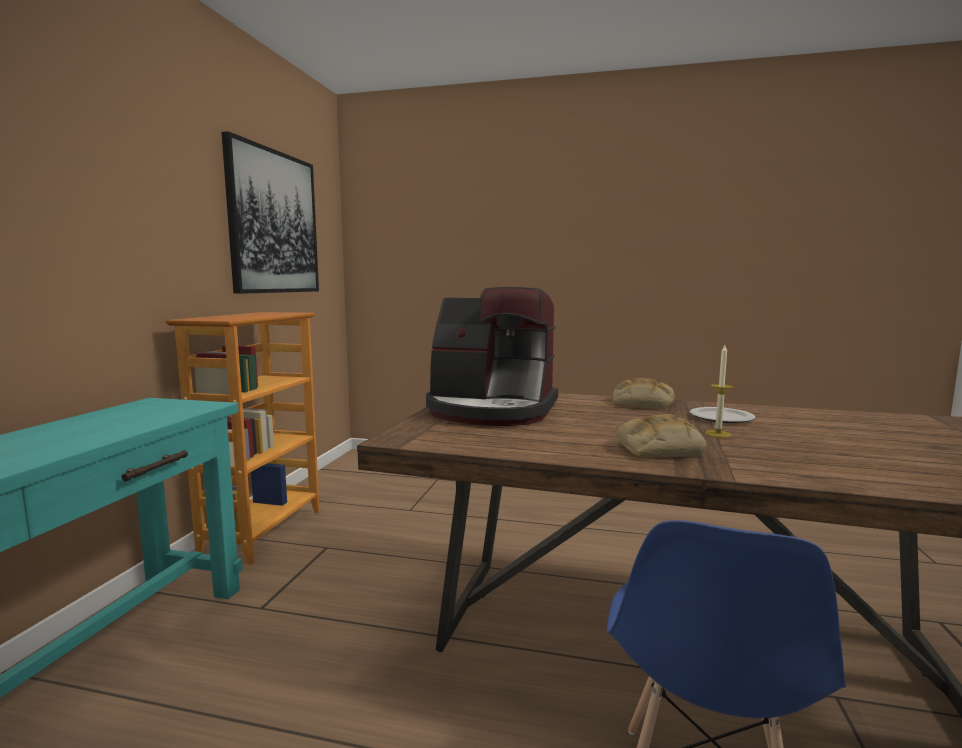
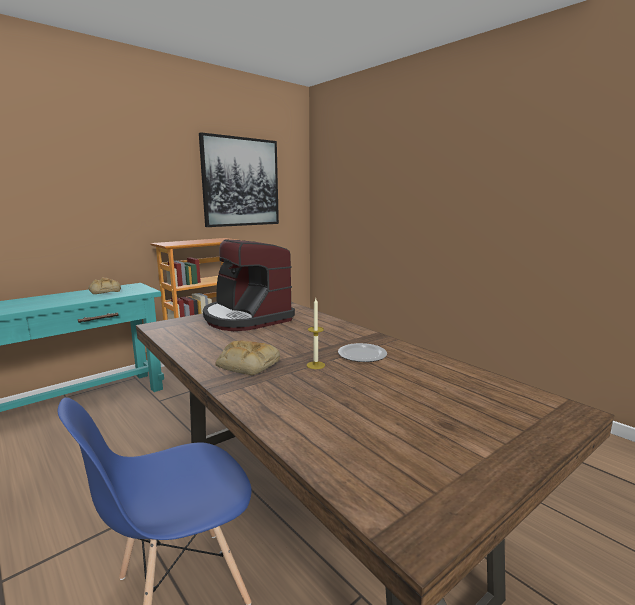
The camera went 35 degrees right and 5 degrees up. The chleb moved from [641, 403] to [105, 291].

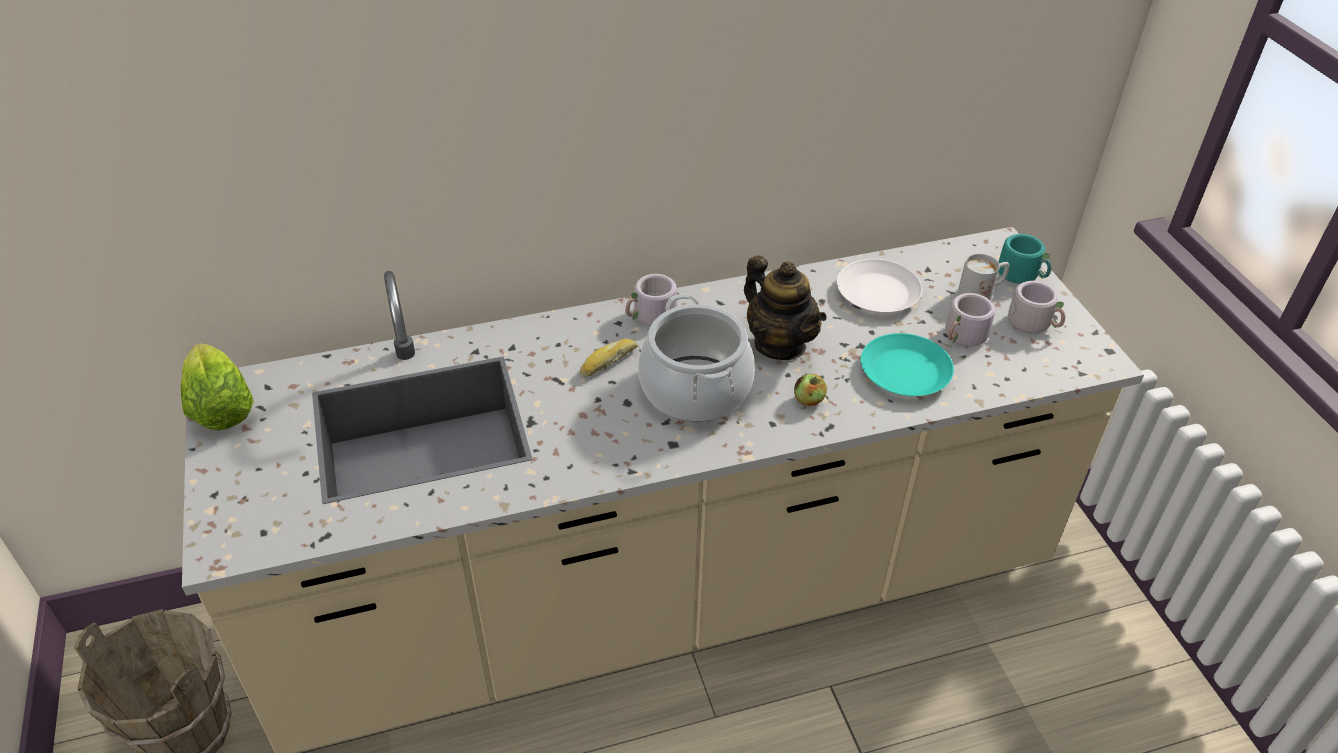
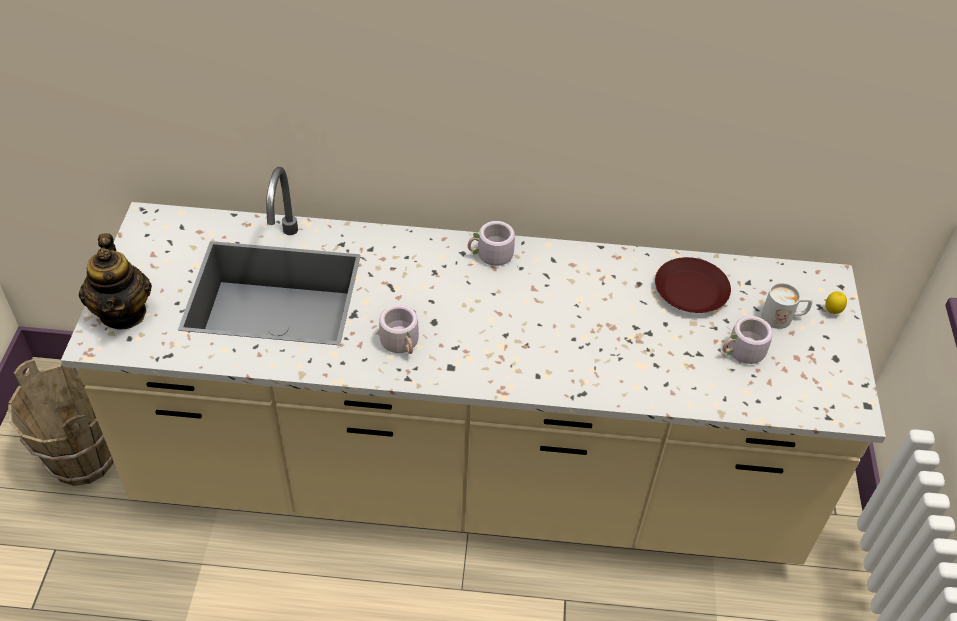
The camera went 20 degrees right and 5 degrees up. The sałata at [220, 409] disappeared. The chleb at [607, 362] disappeared. The garnek at [695, 389] disappeared. The imbryk moved from [780, 344] to [123, 312]. The jabłko at [809, 400] disappeared. The talerz [biały] at [878, 294] became the talerz [brązowy] at [691, 292]. The talerz [turkusowy] at [904, 372] disappeared. The kubek [turkusowy] at [1022, 274] was replaced by the cytryna at [832, 312]. The kubek [szary] moved from [1034, 323] to [403, 343].

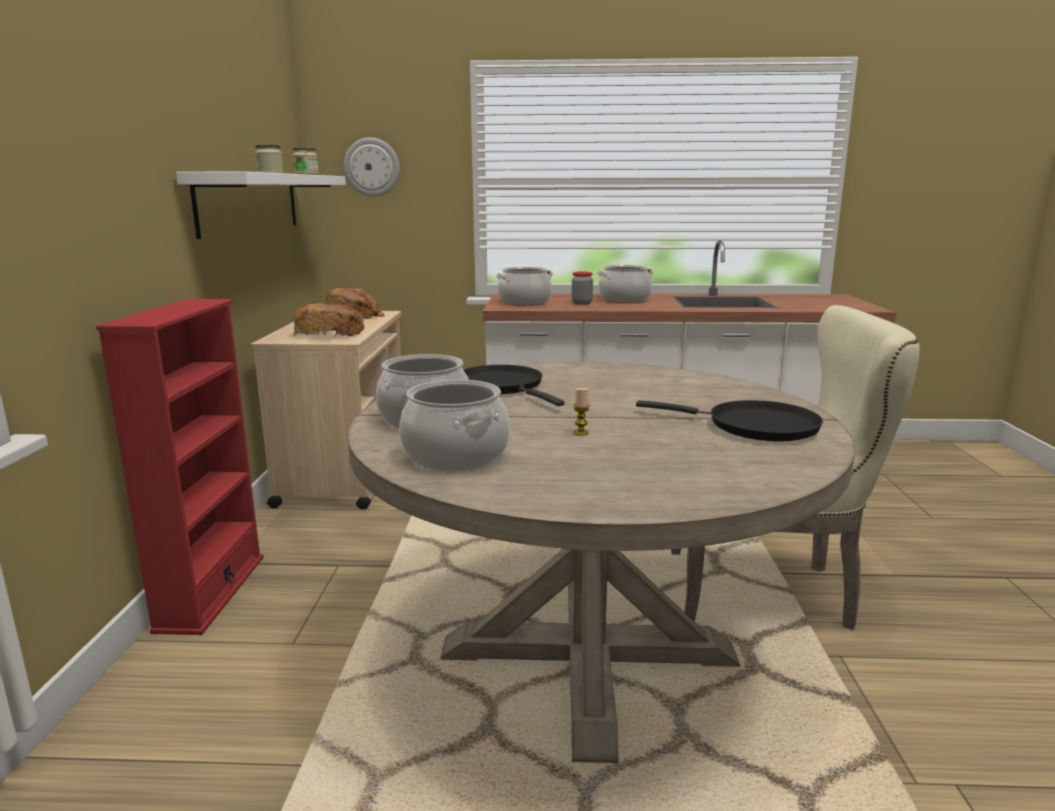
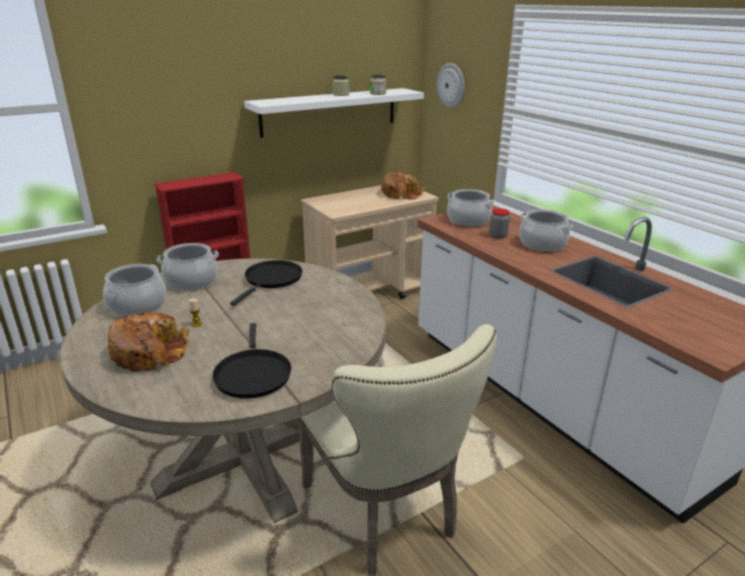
The camera went 55 degrees right and 10 degrees up. The chleb moved from [329, 334] to [150, 352].

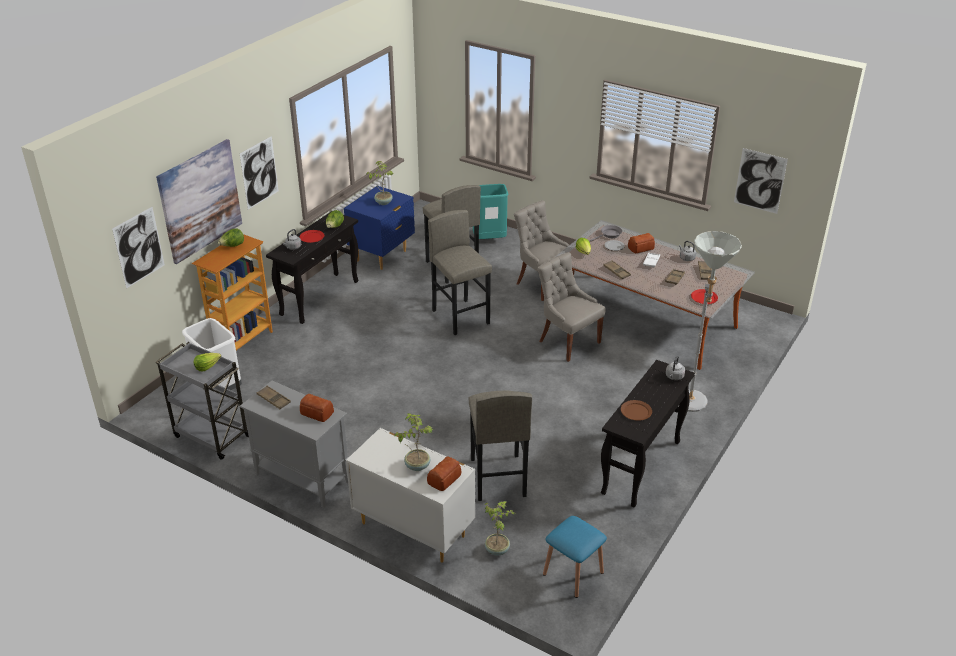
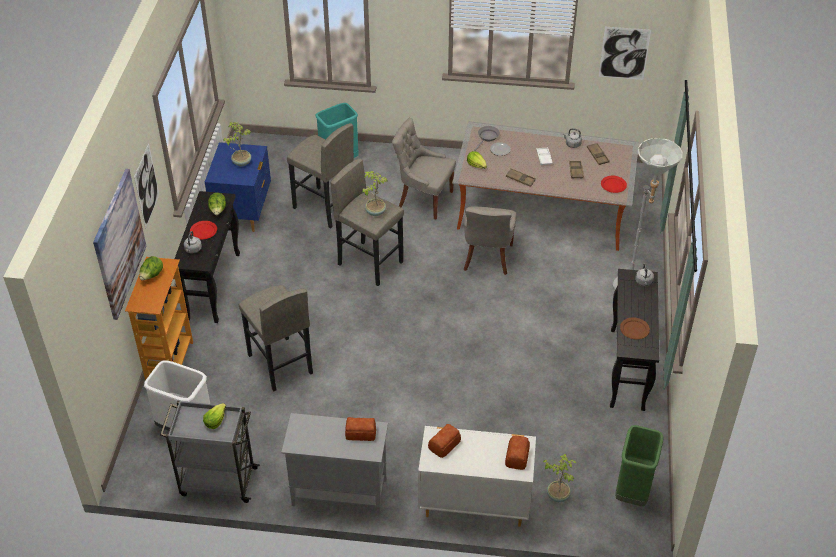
The camera went 25 degrees left and 10 degrees up. The obraz at [139, 247] disappeared. The taca [brązowy] at [273, 399] disappeared. The roślina doniczkowa moved from [417, 465] to [375, 212]. The stołek [szary] moved from [497, 477] to [280, 364]. The krzesło [szary] at [567, 341] turned 105 degrees counterclockwise. The stołek [niebieski] at [573, 573] was replaced by the kosz na śmieci [zielony] at [632, 493]. The chleb moved from [641, 248] to [445, 444].

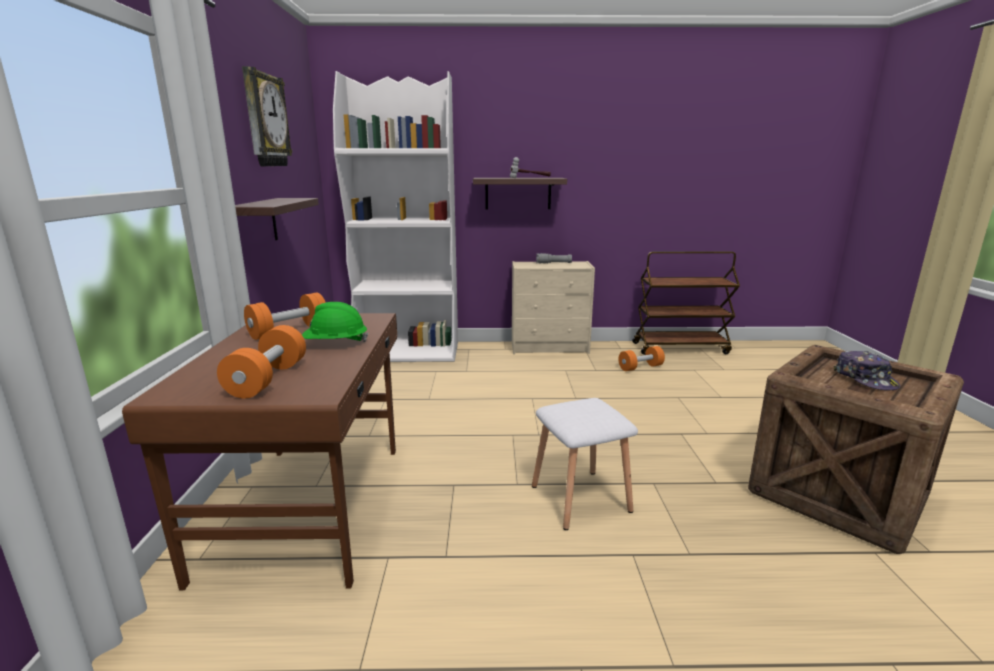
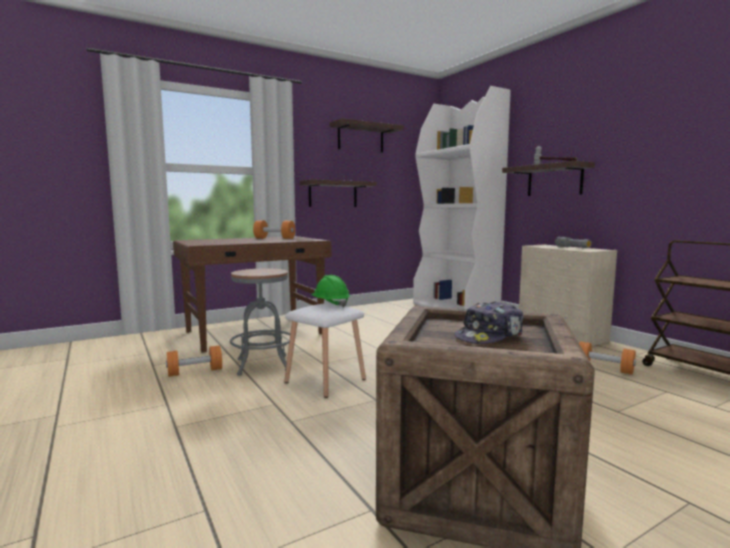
The camera went 60 degrees right and 10 degrees down. The hantel [pomarańczowy] moved from [268, 379] to [195, 372]. The zegar ścienny at [265, 120] was replaced by the półka at [360, 138]. The kask [zielony] moved from [335, 344] to [330, 304]. The stołek [szary] at [263, 365] appeared.

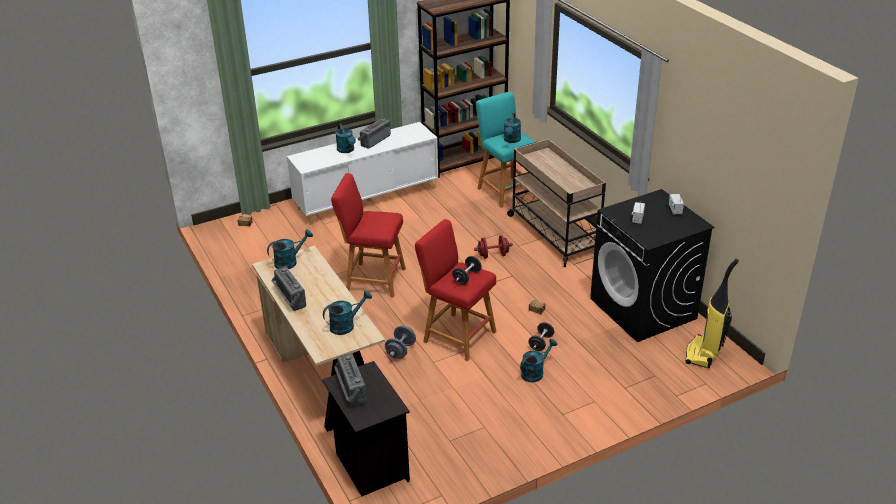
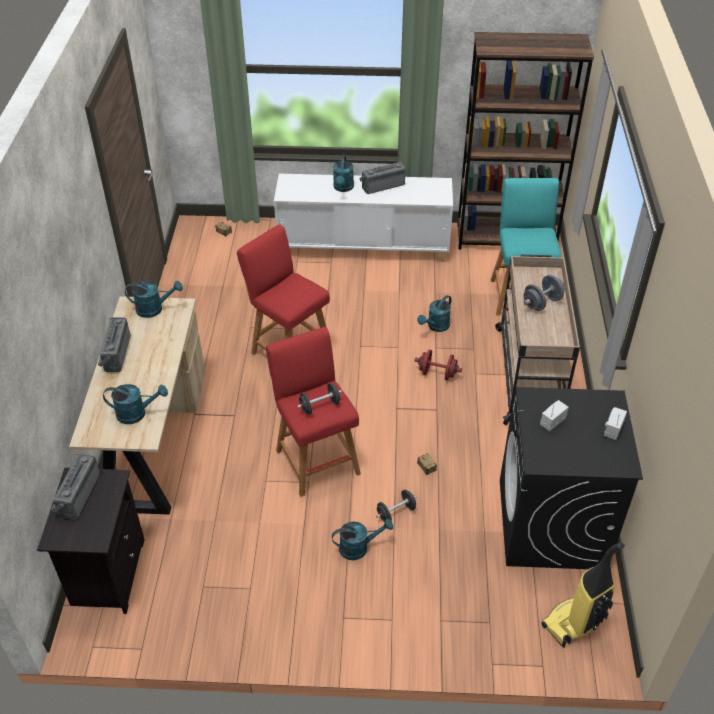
The camera went 30 degrees right and 10 degrees up. The hantel [szary] moved from [400, 351] to [542, 303]. The konewka [turkusowy] moved from [511, 140] to [436, 327].

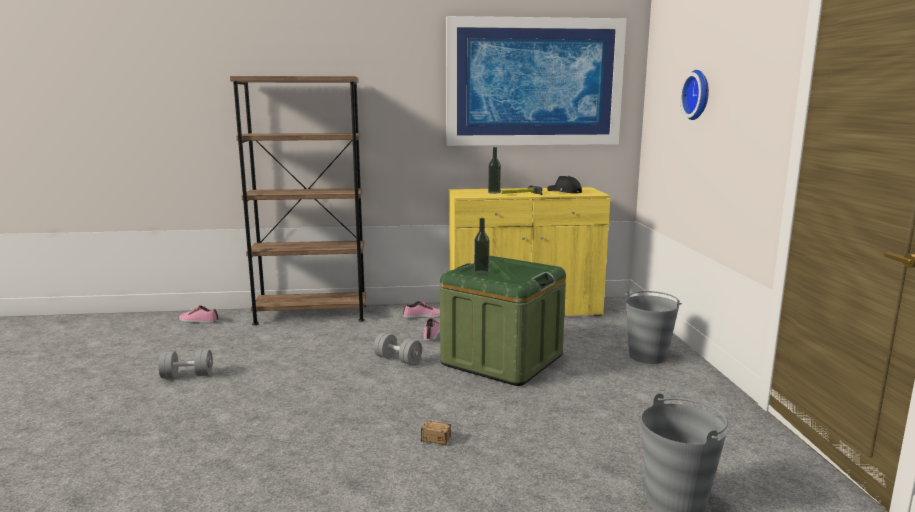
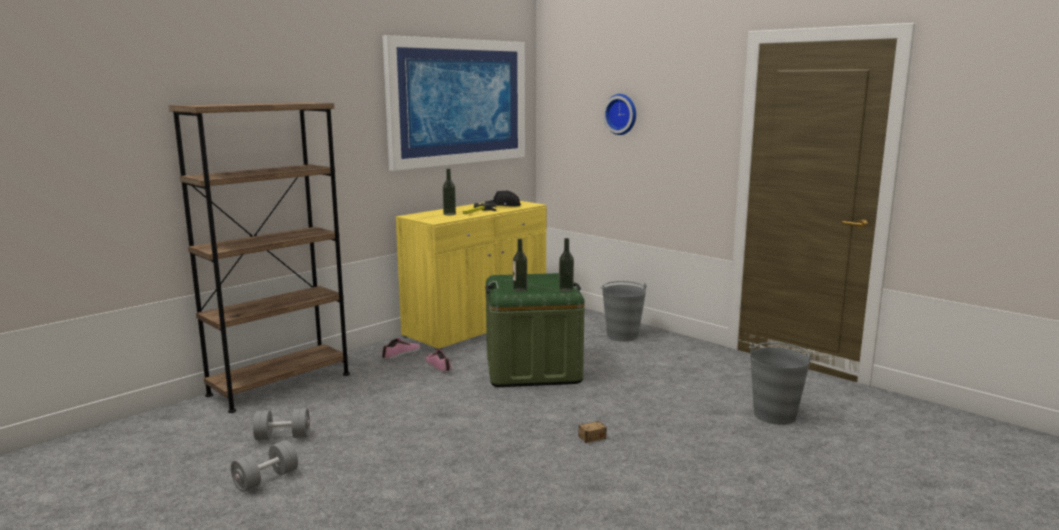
The camera went 40 degrees left and 0 degrees up. The but at [199, 320] disappeared. The hantel [szary] moved from [398, 359] to [283, 437]. The butelka at [566, 290] appeared.

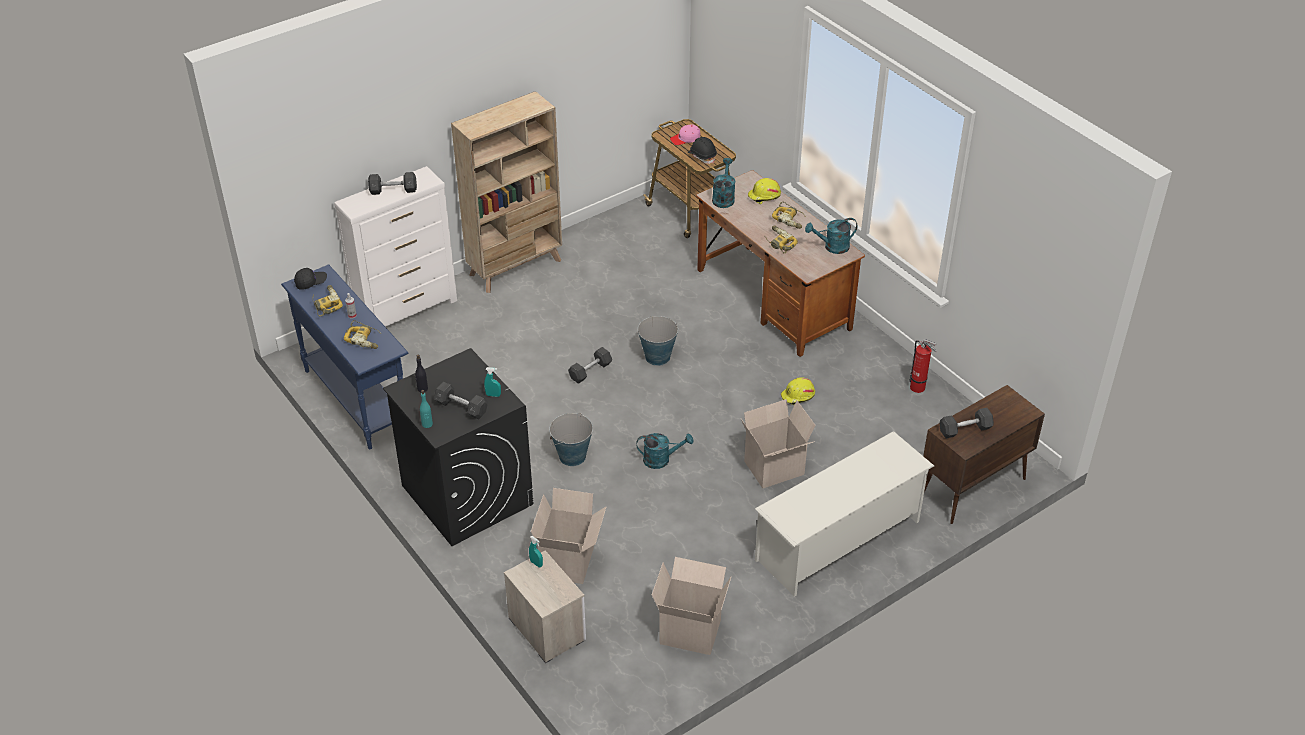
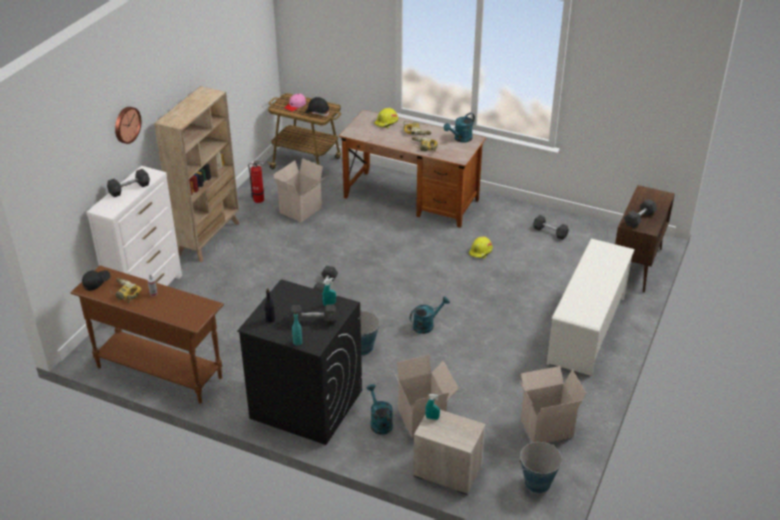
The camera went 30 degrees left and 5 degrees down. The stolik konsolowy [niebieski] at [356, 399] became the stolik konsolowy [brązowy] at [159, 372]. The wiertarka at [364, 339] disappeared. The wiadro moved from [657, 357] to [537, 483]. The konewka [turkusowy] moved from [723, 197] to [379, 422]. The karton moved from [774, 469] to [301, 211]. The gaśnica moved from [919, 388] to [260, 200]. The zegar ścienny at [126, 124] appeared. The hantel [szary] at [550, 232] appeared.

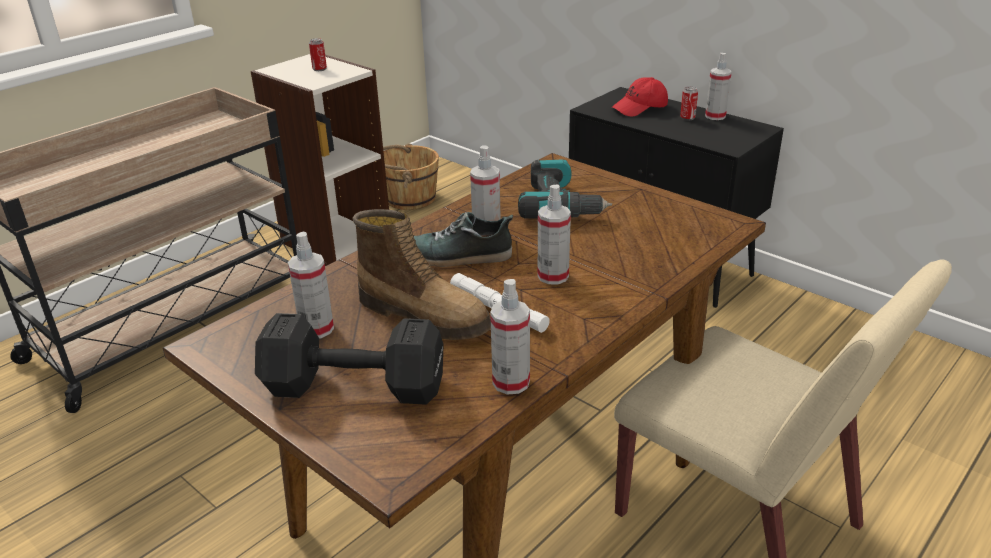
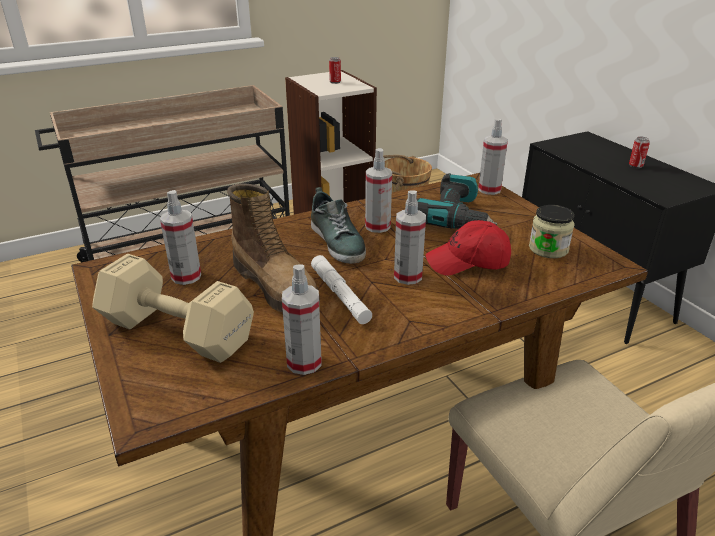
The camera went 20 degrees right and 0 degrees up. The hantel [czarny] at [351, 386] became the hantel [beżowy] at [175, 330]. The but at [456, 256] turned 135 degrees counterclockwise. The czapka z daszkiem [czerwony] moved from [640, 108] to [468, 262]. The spryskiwacz moved from [715, 116] to [489, 189]. The słoik at [548, 249] appeared.

